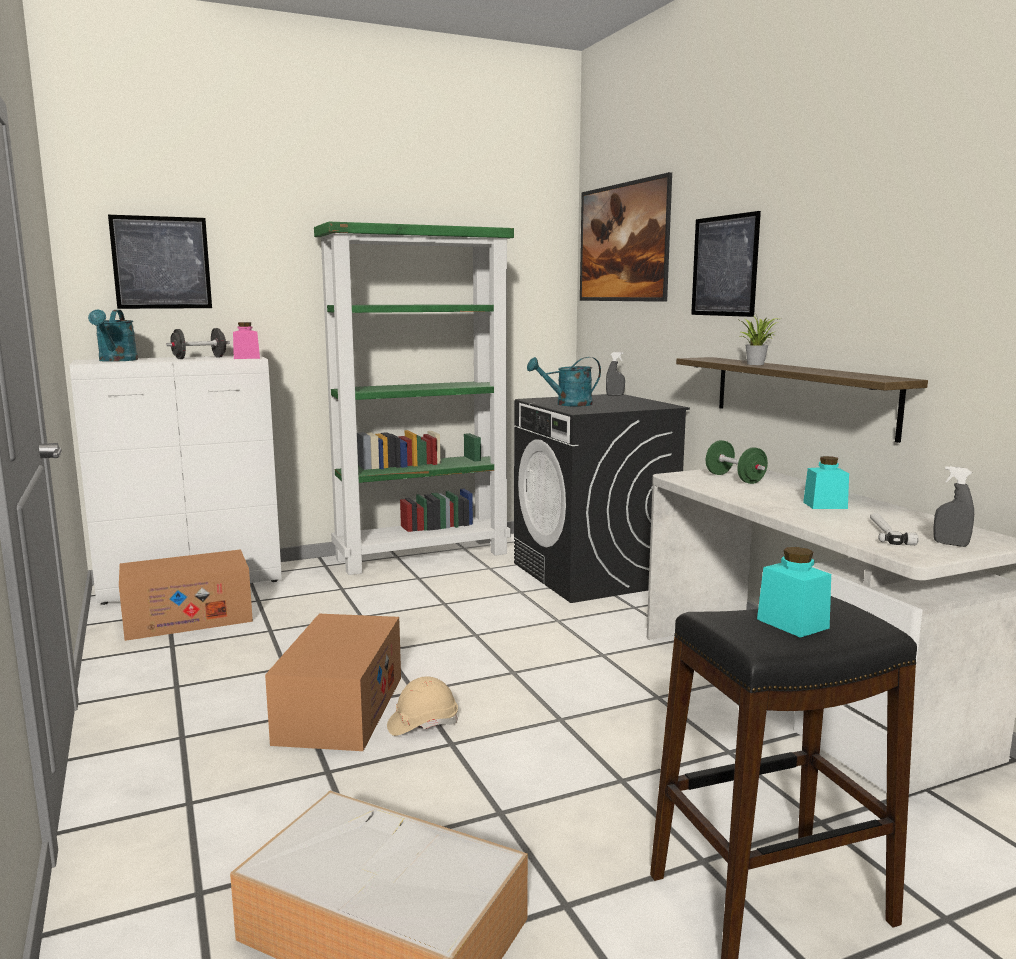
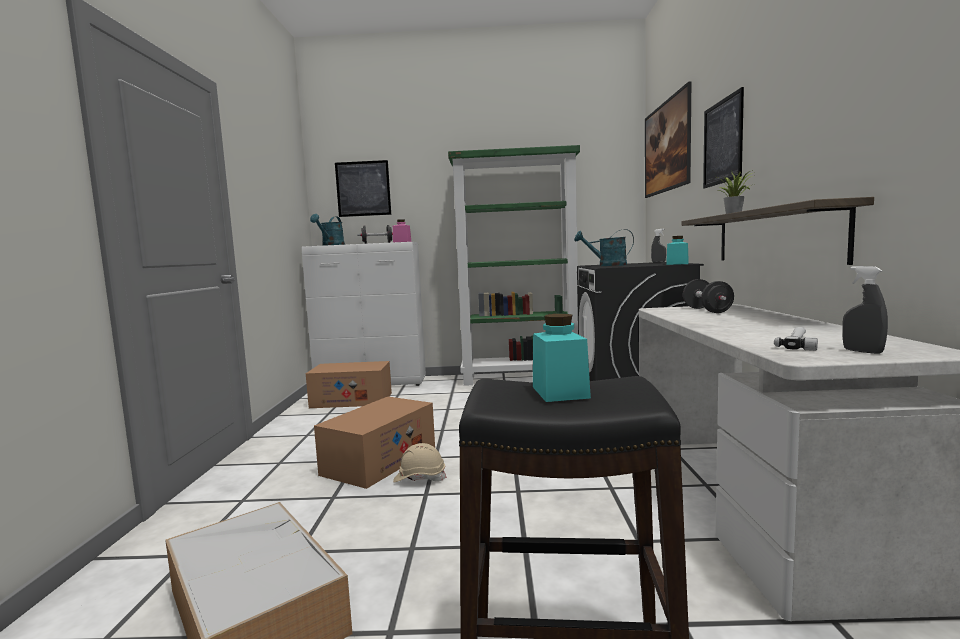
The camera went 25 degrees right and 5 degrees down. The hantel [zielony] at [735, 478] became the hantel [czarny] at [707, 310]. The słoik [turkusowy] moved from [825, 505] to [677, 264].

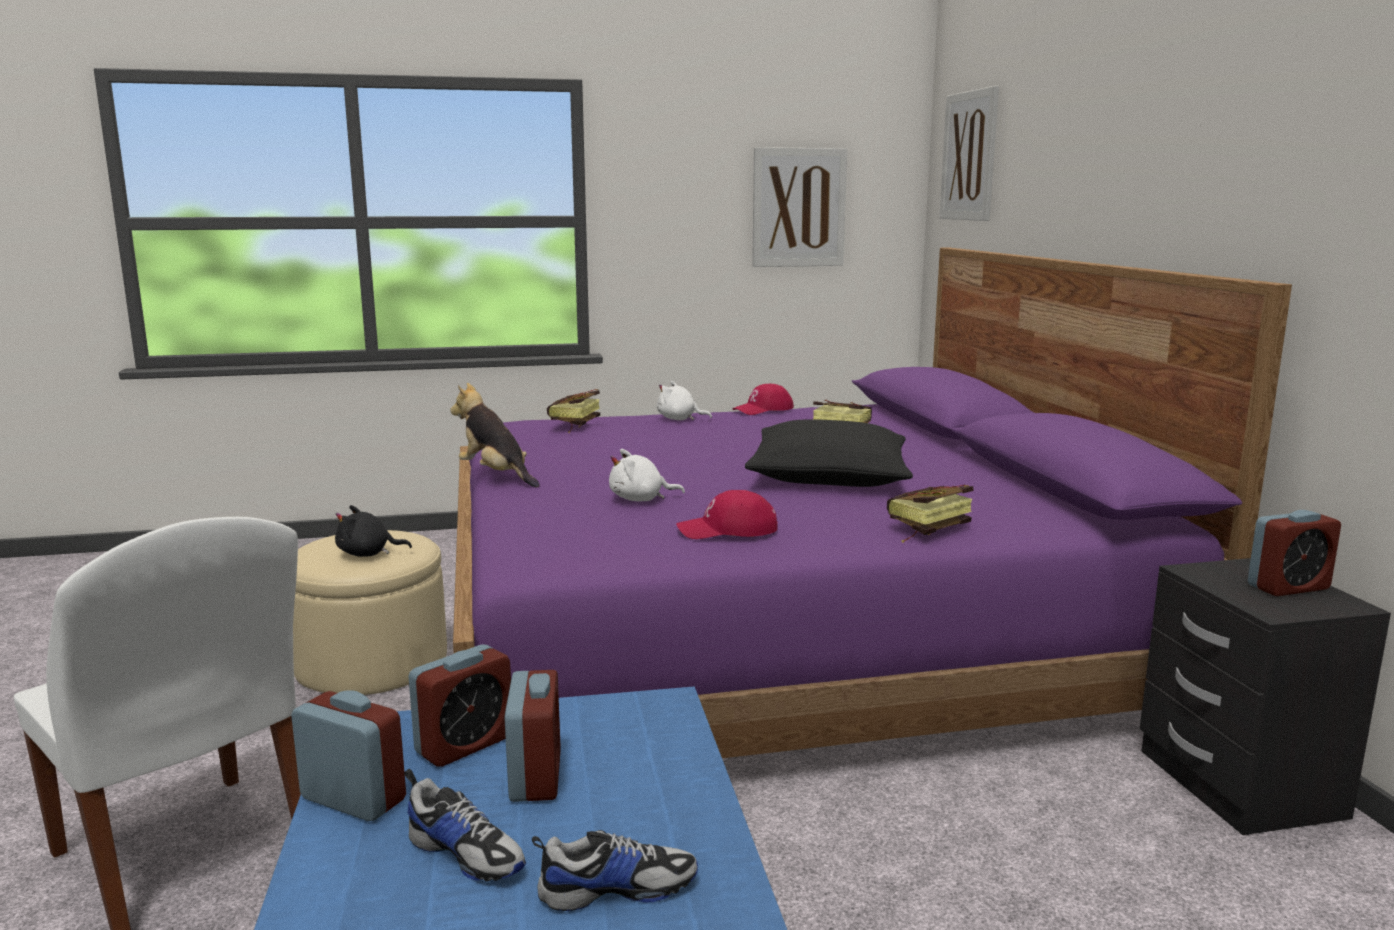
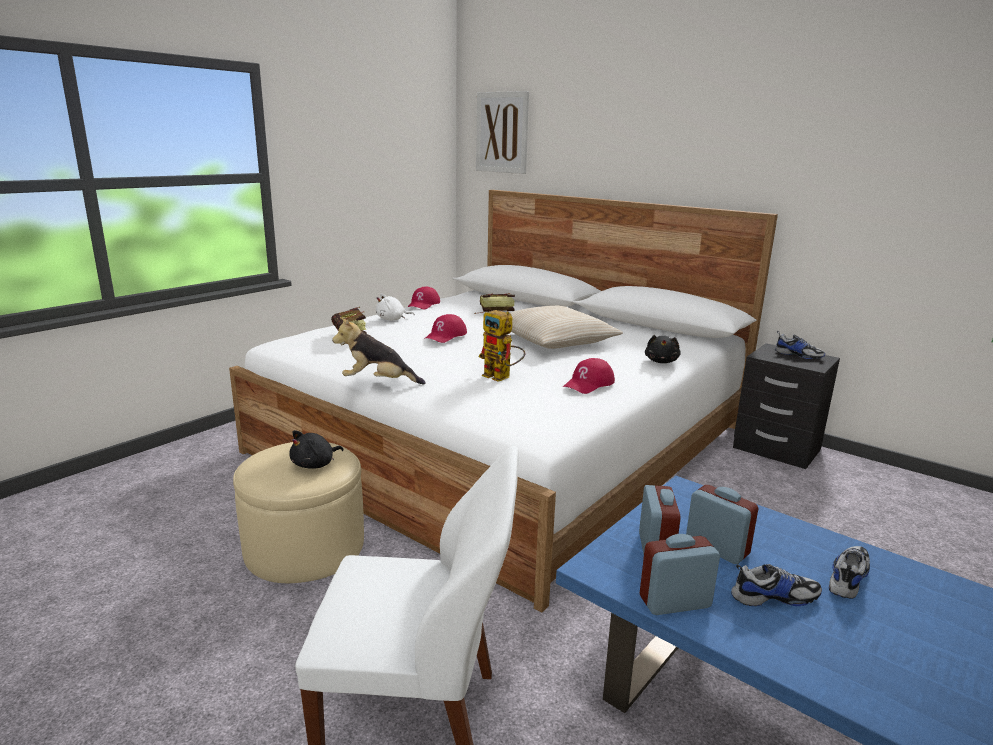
The camera went 40 degrees left and 5 degrees up. The łóżko [fioletowy] at [774, 626] became the łóżko [biały] at [507, 439]. The pluszak [biały] at [640, 499] was replaced by the robot zabawkowy at [502, 377]. The poduszka [czarny] at [829, 475] became the poduszka [beżowy] at [554, 340]. The obraz at [798, 207] disappeared. The książka at [923, 530] was replaced by the pluszak [czarny] at [661, 361]. The budzik at [1288, 587] was replaced by the but at [798, 355]. The czapka z daszkiem [czerwony] at [445, 336] appeared.

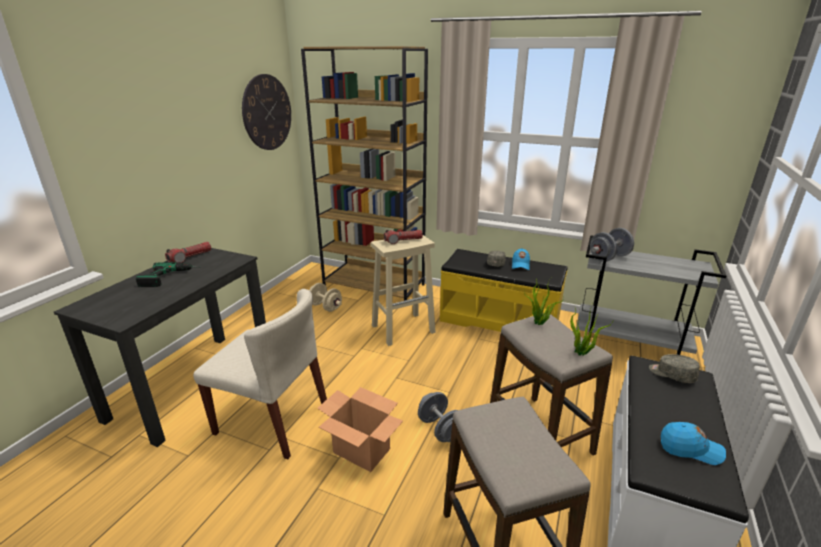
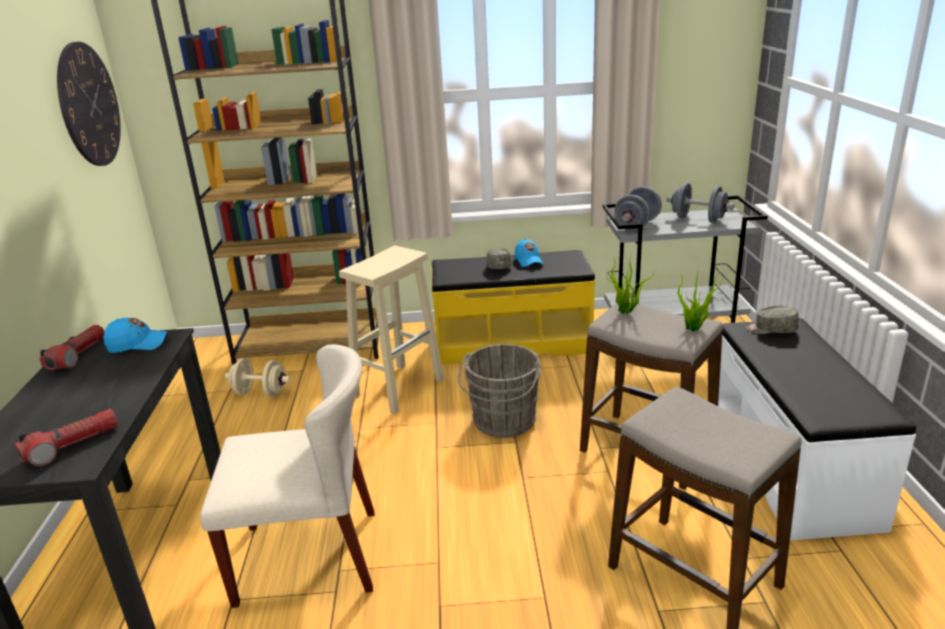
The camera went 25 degrees left and 0 degrees up. The wiertarka at [171, 277] disappeared. The karton at [362, 451] disappeared. The latarka moved from [403, 241] to [72, 446]. The hantel [szary] moved from [440, 429] to [698, 219]. The czapka z daszkiem [niebieski] moved from [690, 449] to [138, 344]. The wiadro [szary] at [503, 422] appeared.

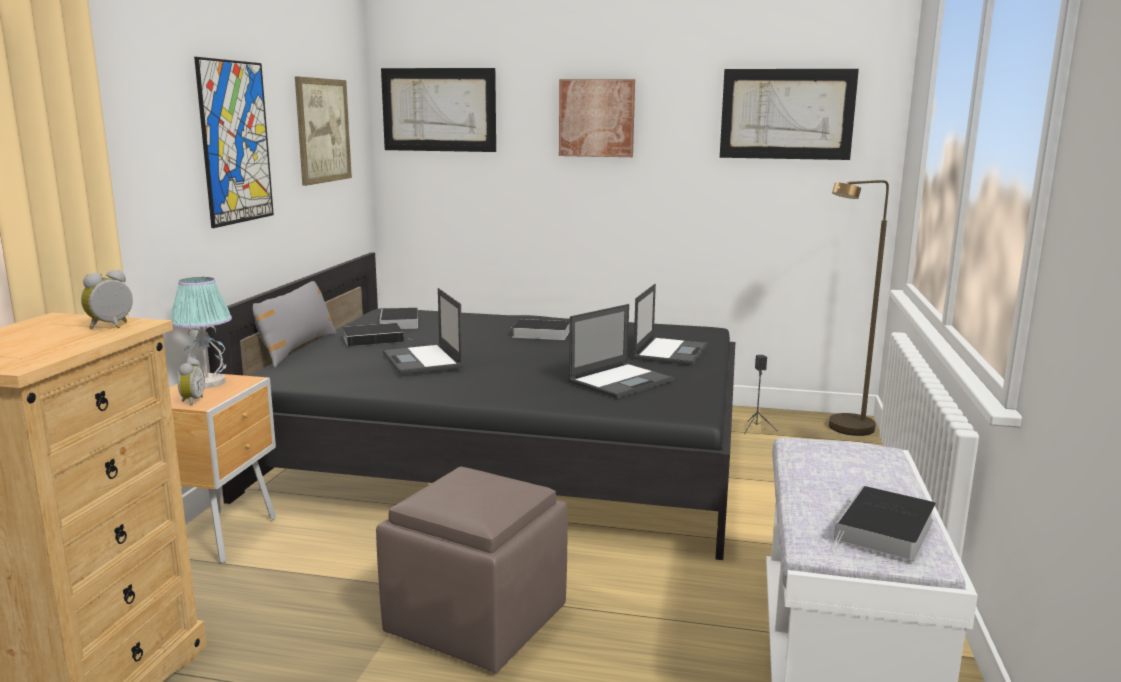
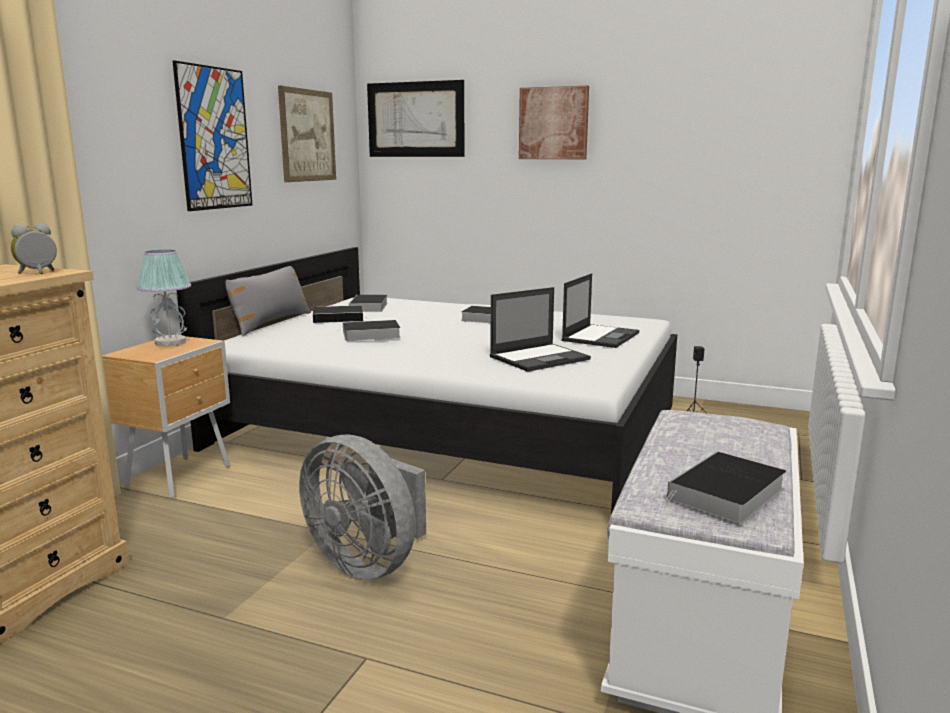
The camera went 10 degrees right and 0 degrees up. The budzik at [191, 401] disappeared. The łóżko [czarny] at [509, 455] became the łóżko [biały] at [452, 427]. The pufa [brązowy] at [479, 620] was replaced by the wentylator [szary] at [368, 563]. The laptop at [423, 360] was replaced by the książka at [369, 335]. The obraz at [787, 114] disappeared. The lampa stojąca [brązowy] at [844, 430] disappeared.

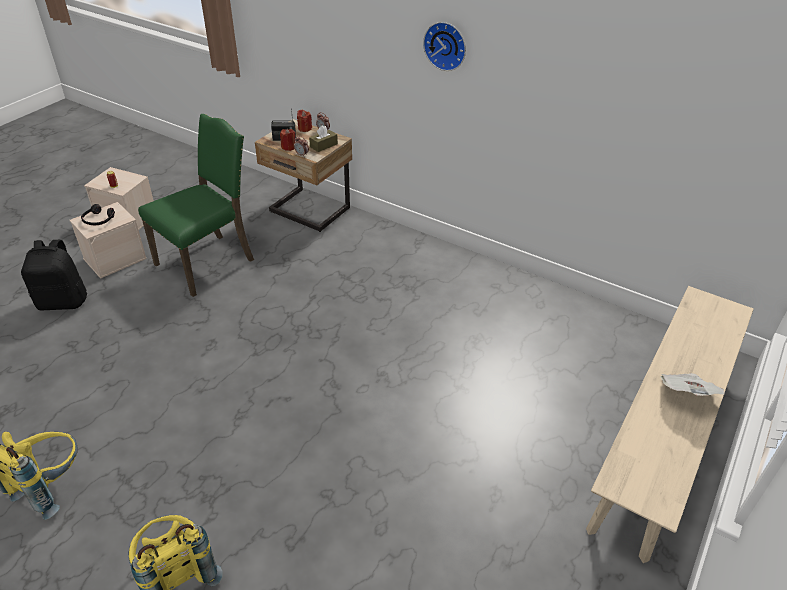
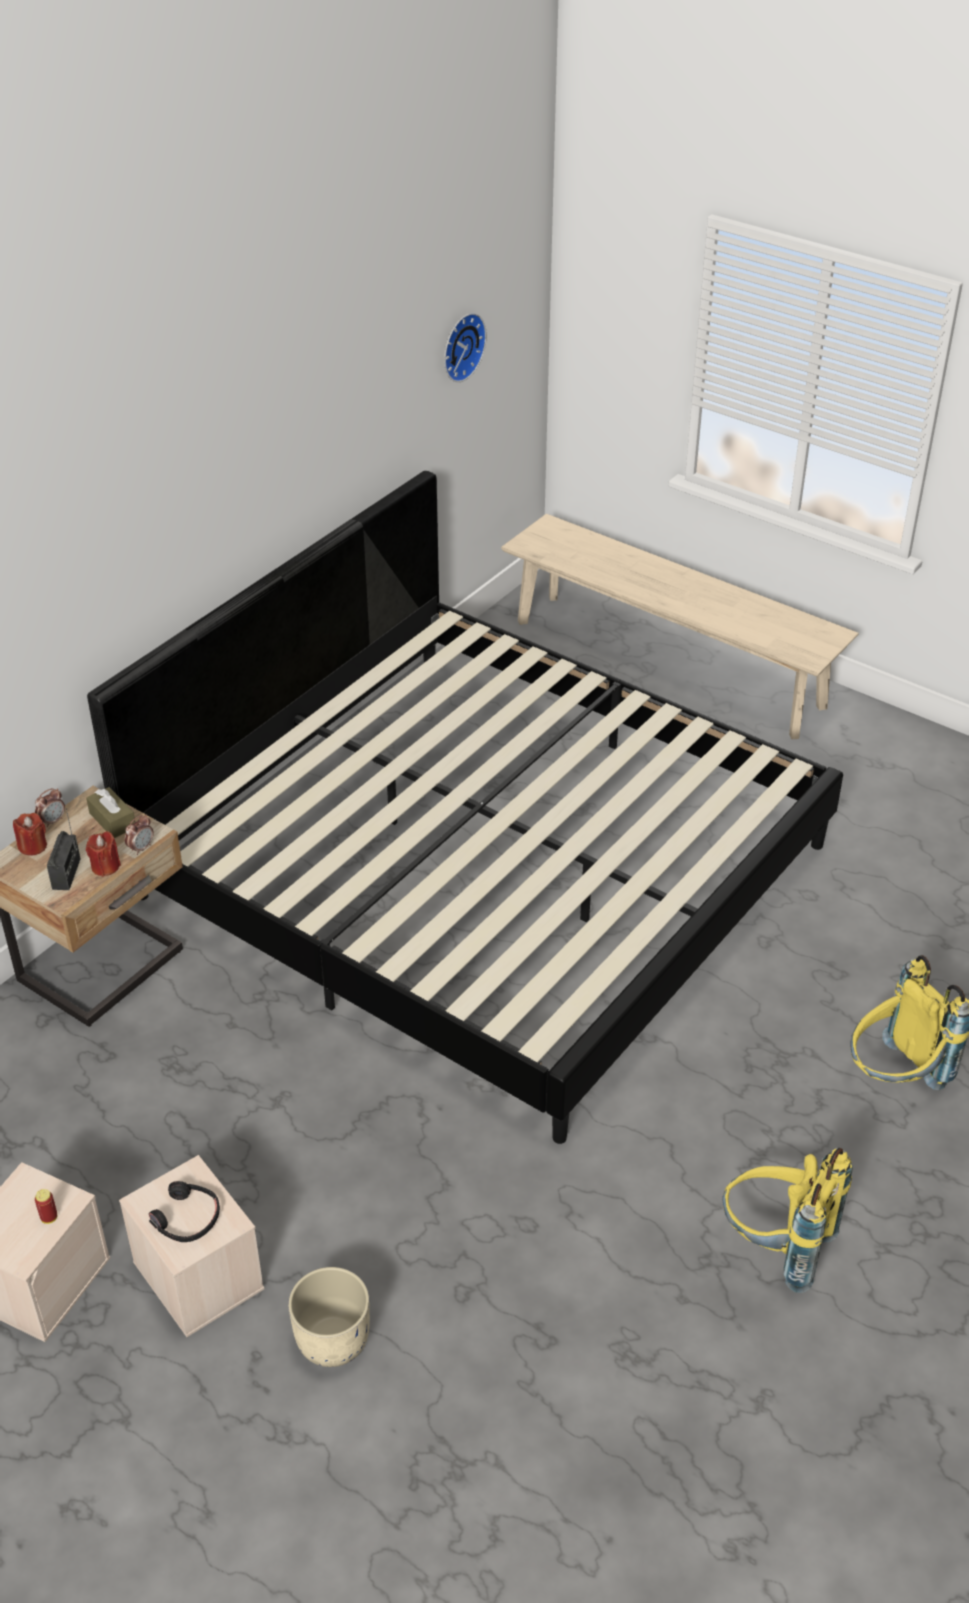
The camera went 85 degrees left and 0 degrees up. The plecak [czarny] at [63, 301] was replaced by the donica [beżowy] at [332, 1339]. The krzesło [zielony] at [208, 262] disappeared. The zegar ścienny moved from [446, 45] to [460, 346]. The gazeta at [686, 394] disappeared. The łóżko at [483, 869] appeared.

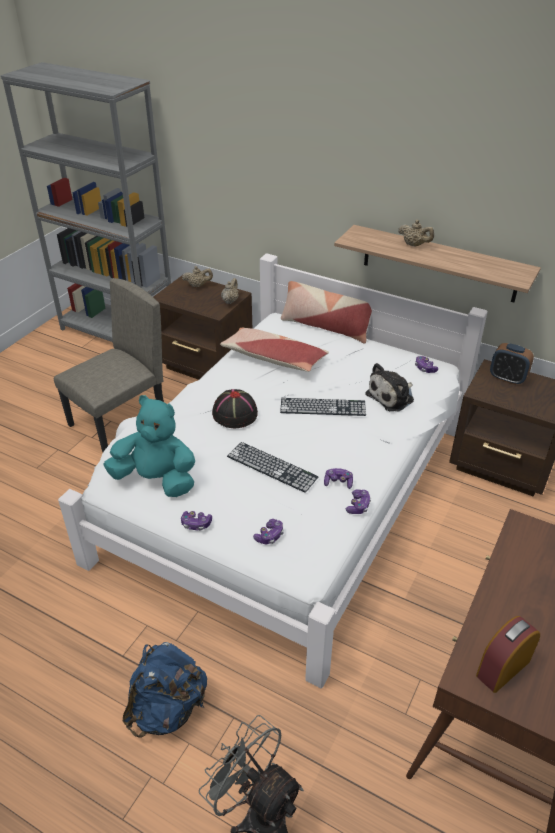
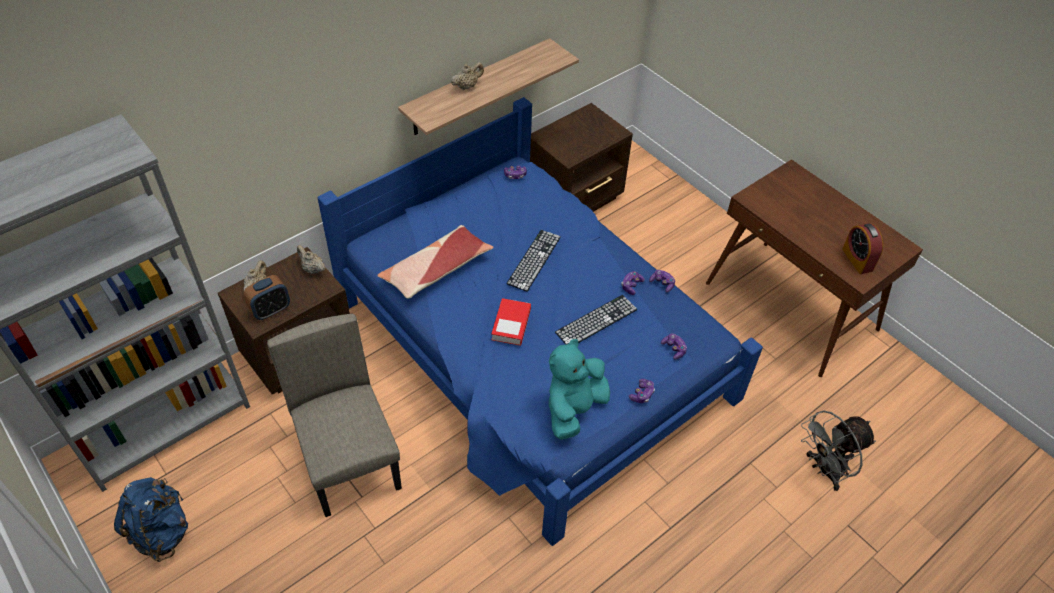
The camera went 70 degrees left and 10 degrees up. The łóżko [biały] at [285, 491] became the łóżko [niebieski] at [533, 351]. The plecak [niebieski] moved from [167, 708] to [162, 532]. The kapelusz [czarny] at [234, 414] was replaced by the książka at [511, 325]. The poduszka at [325, 326] disappeared. The pluszak at [392, 397] disappeared. The budzik moved from [507, 378] to [271, 310].

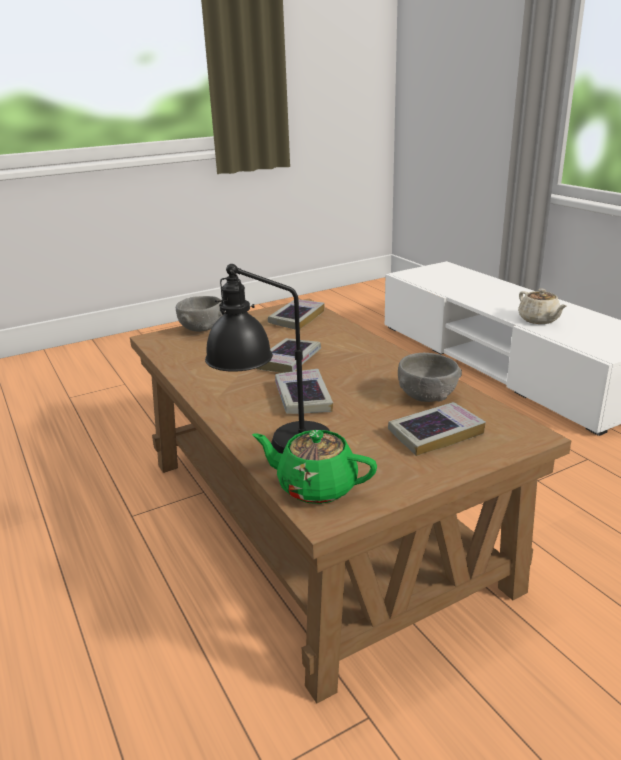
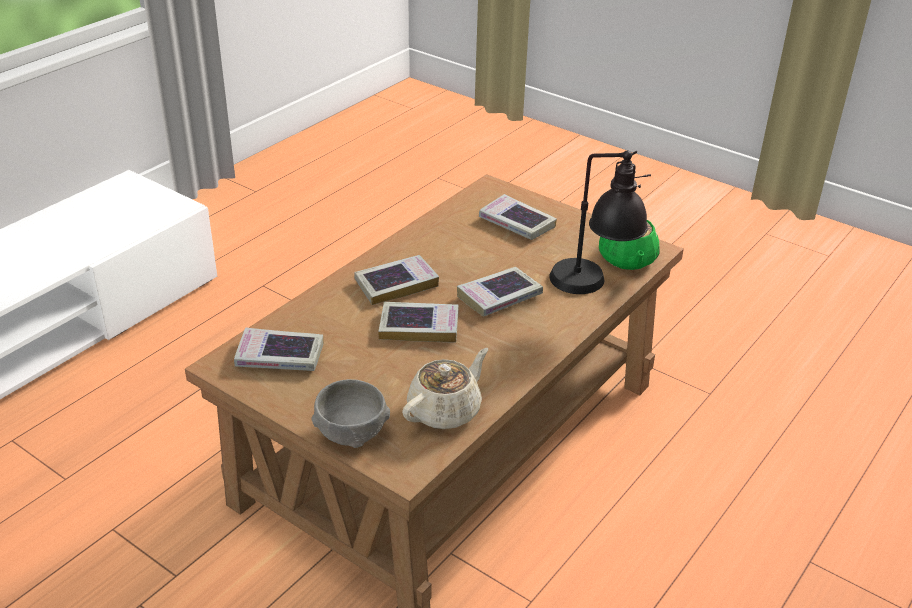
The camera went 115 degrees left and 10 degrees up. The miska [szary] at [426, 396] disappeared. The imbryk [beżowy] moved from [539, 320] to [445, 411]. The książka at [396, 284] appeared.

